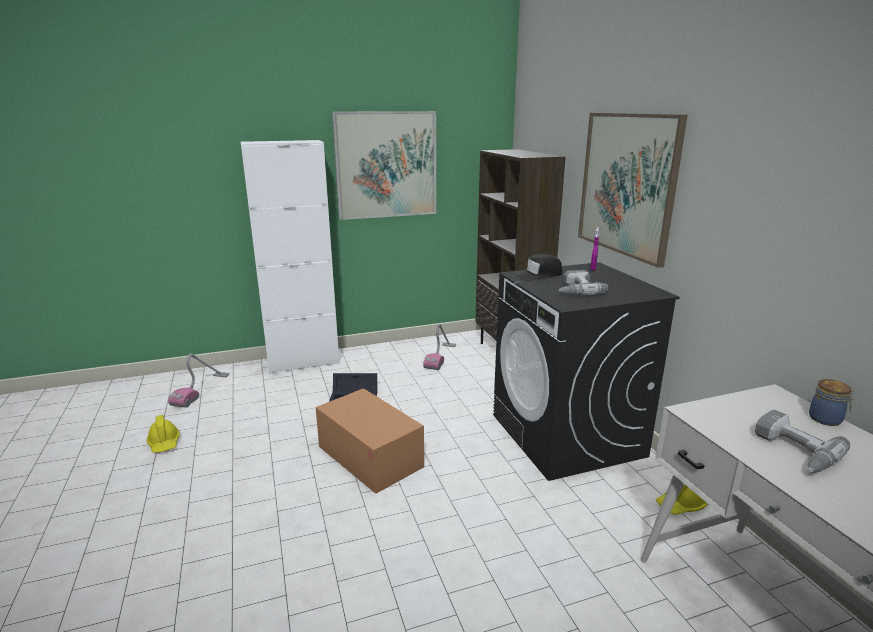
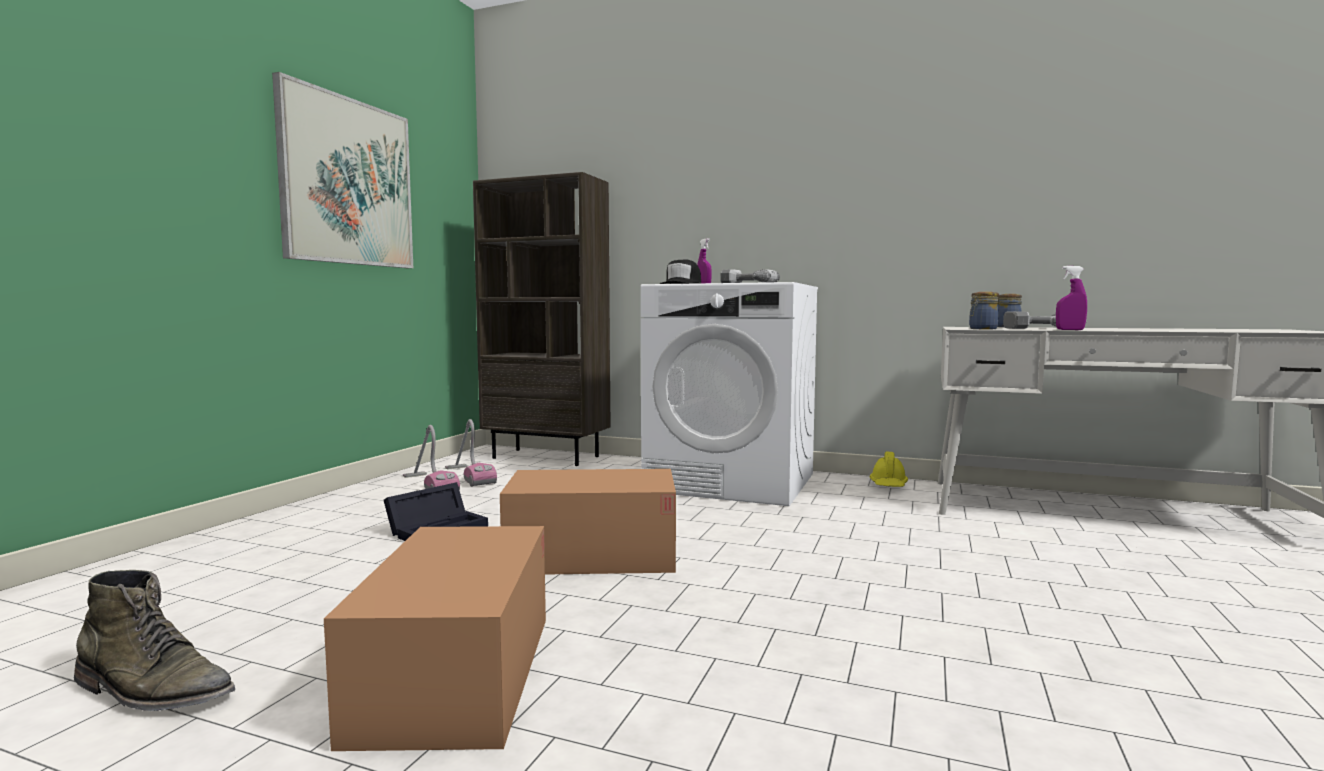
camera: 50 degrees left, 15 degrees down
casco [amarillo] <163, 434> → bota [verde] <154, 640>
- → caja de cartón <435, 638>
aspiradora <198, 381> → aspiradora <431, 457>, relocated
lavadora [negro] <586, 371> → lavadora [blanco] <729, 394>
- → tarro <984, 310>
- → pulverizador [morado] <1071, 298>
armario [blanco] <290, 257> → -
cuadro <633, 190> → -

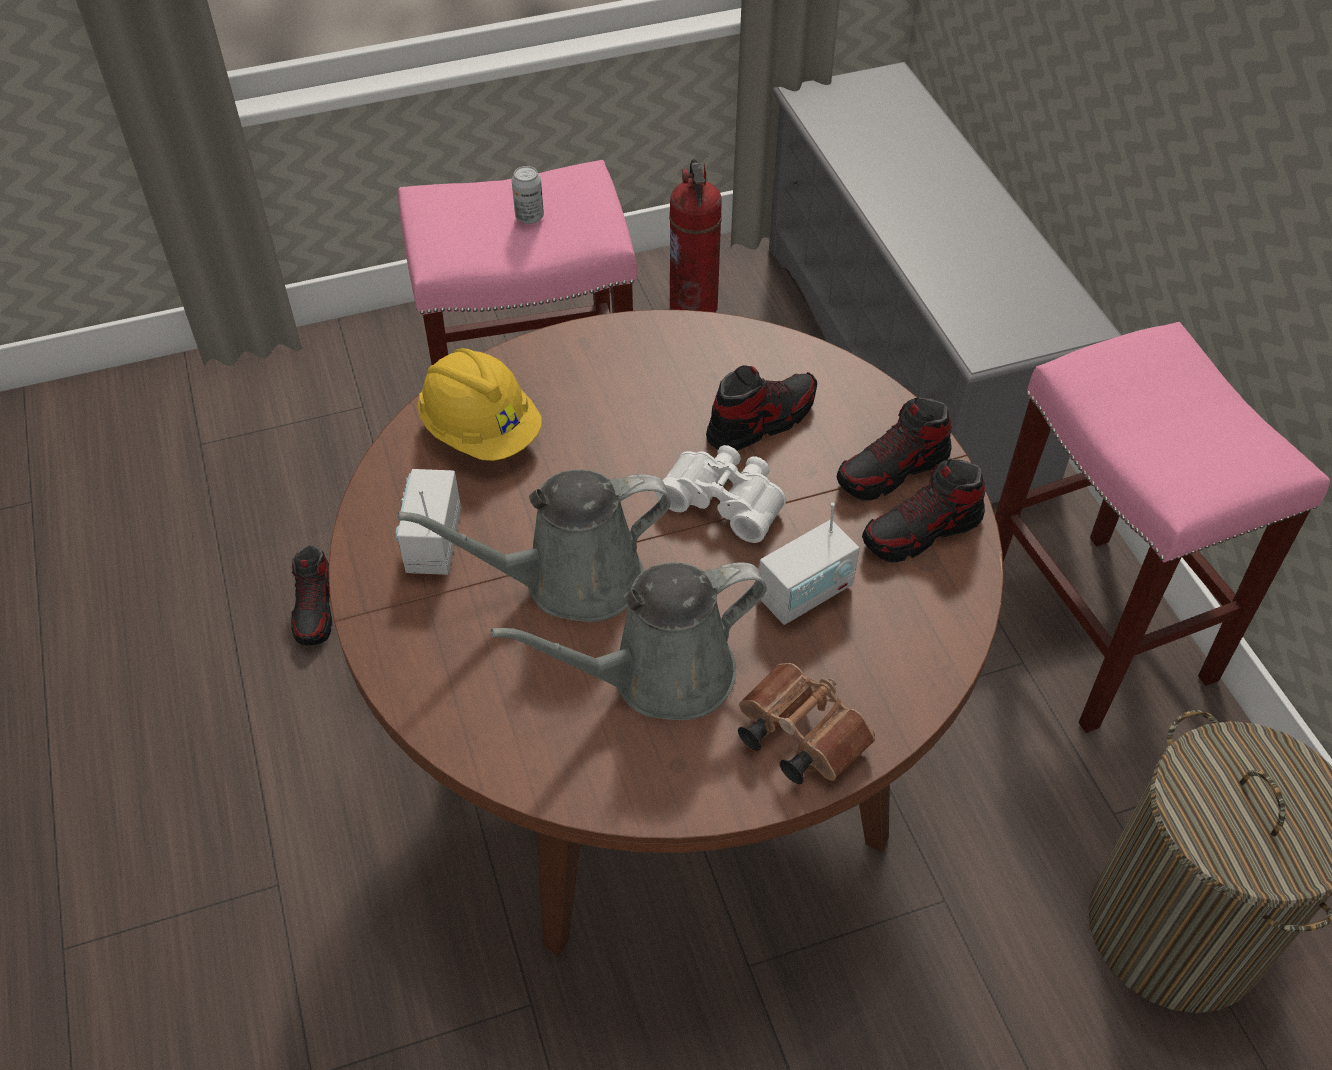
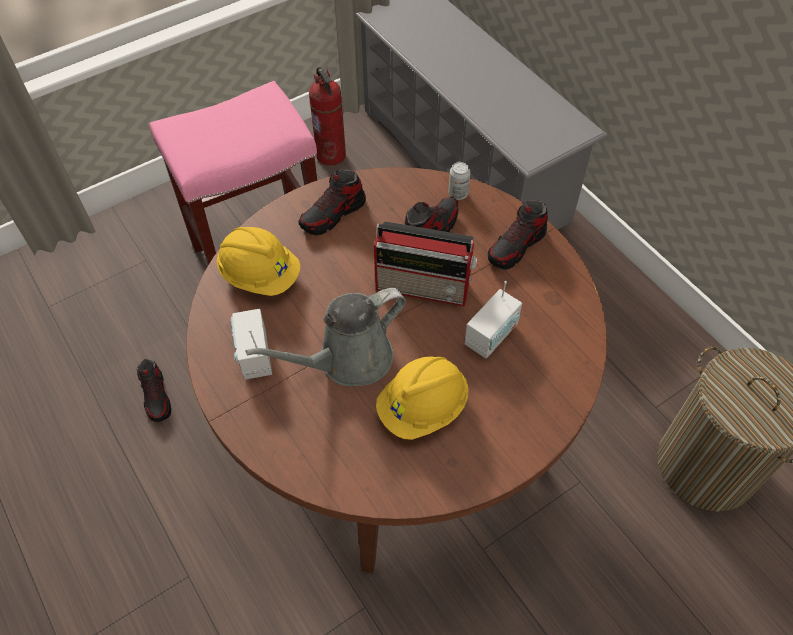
camera: 15 degrees left, 5 degrees up
zapato <923, 510> → zapato <332, 202>, relocated
prismáticos [blanco] <721, 494> → radio <425, 263>
regadera [gris] <629, 641> → casco [amarillo] <422, 398>
lata <528, 195> → lata <460, 181>, relocated
prismáticos [marrón] <806, 723> → -
taburete [rosa] <1162, 527> → -

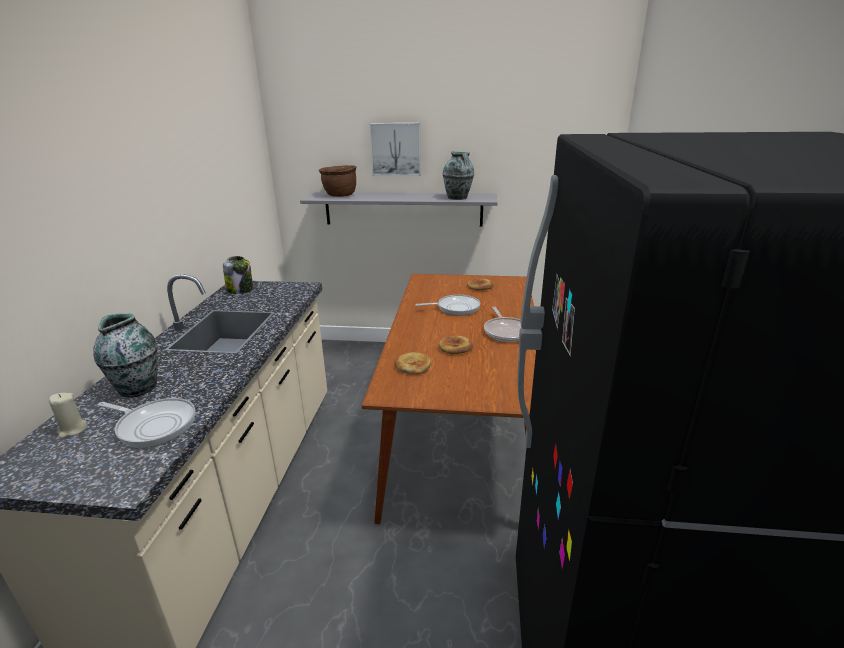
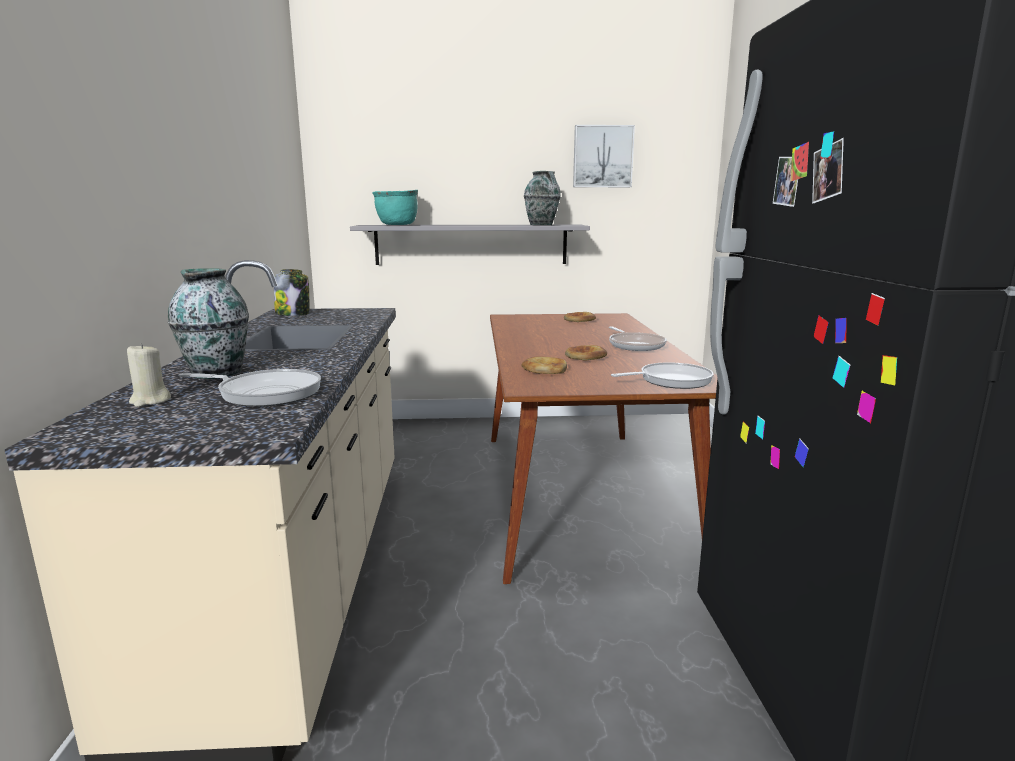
camera: 10 degrees left, 10 degrees down
olla [marrón] <337, 181> → olla [turquesa] <395, 207>
cuadro <395, 149> → cuadro <604, 156>, relocated
sartén <447, 305> → sartén <662, 375>, relocated

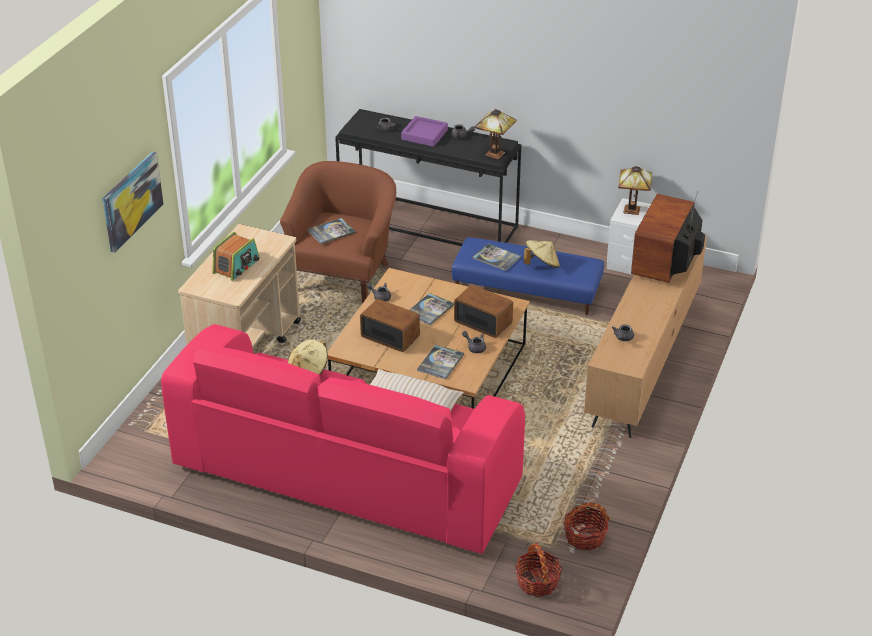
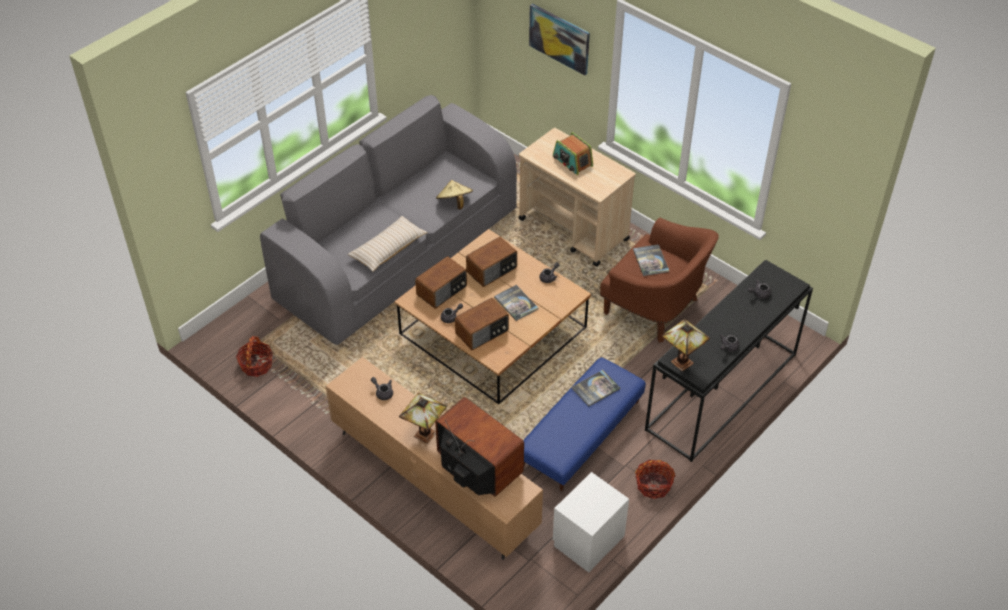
camera: 110 degrees right, 10 degrees up
sofá [rosa] <343, 439> → sofá [gris] <388, 220>
lámpara de mesa <635, 190> → lámpara de mesa <423, 418>, relocated
libro <440, 362> → radio <441, 282>
cesta <538, 569> → cesta <655, 479>, relocated
bandeja [morado] <424, 131> → -
sombrero [beis] <541, 254> → -

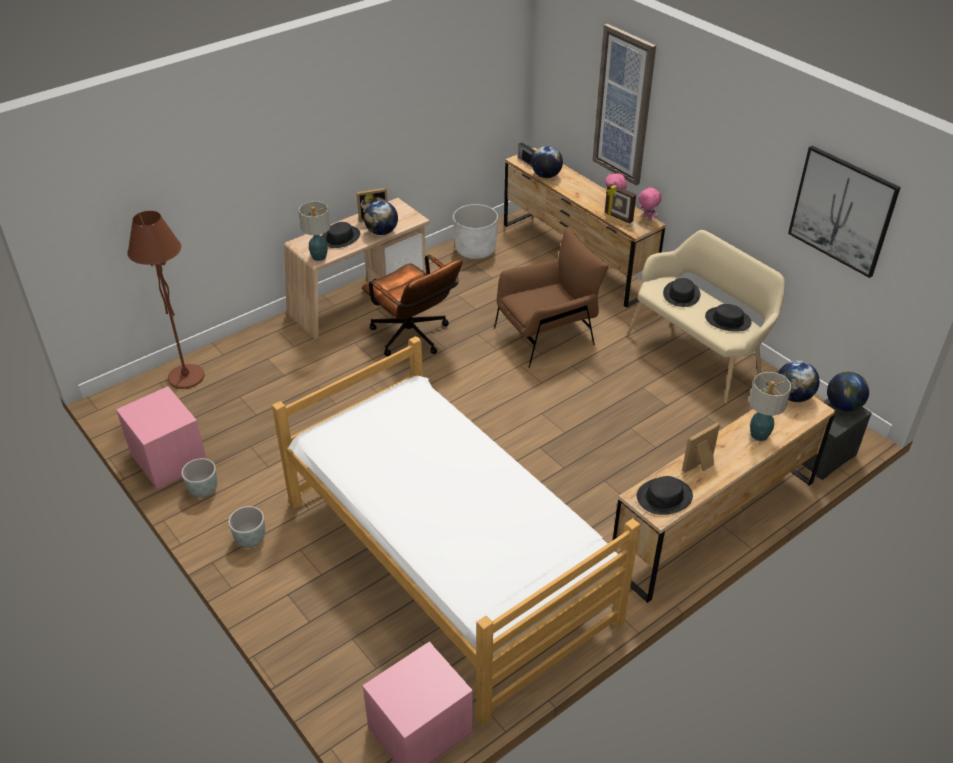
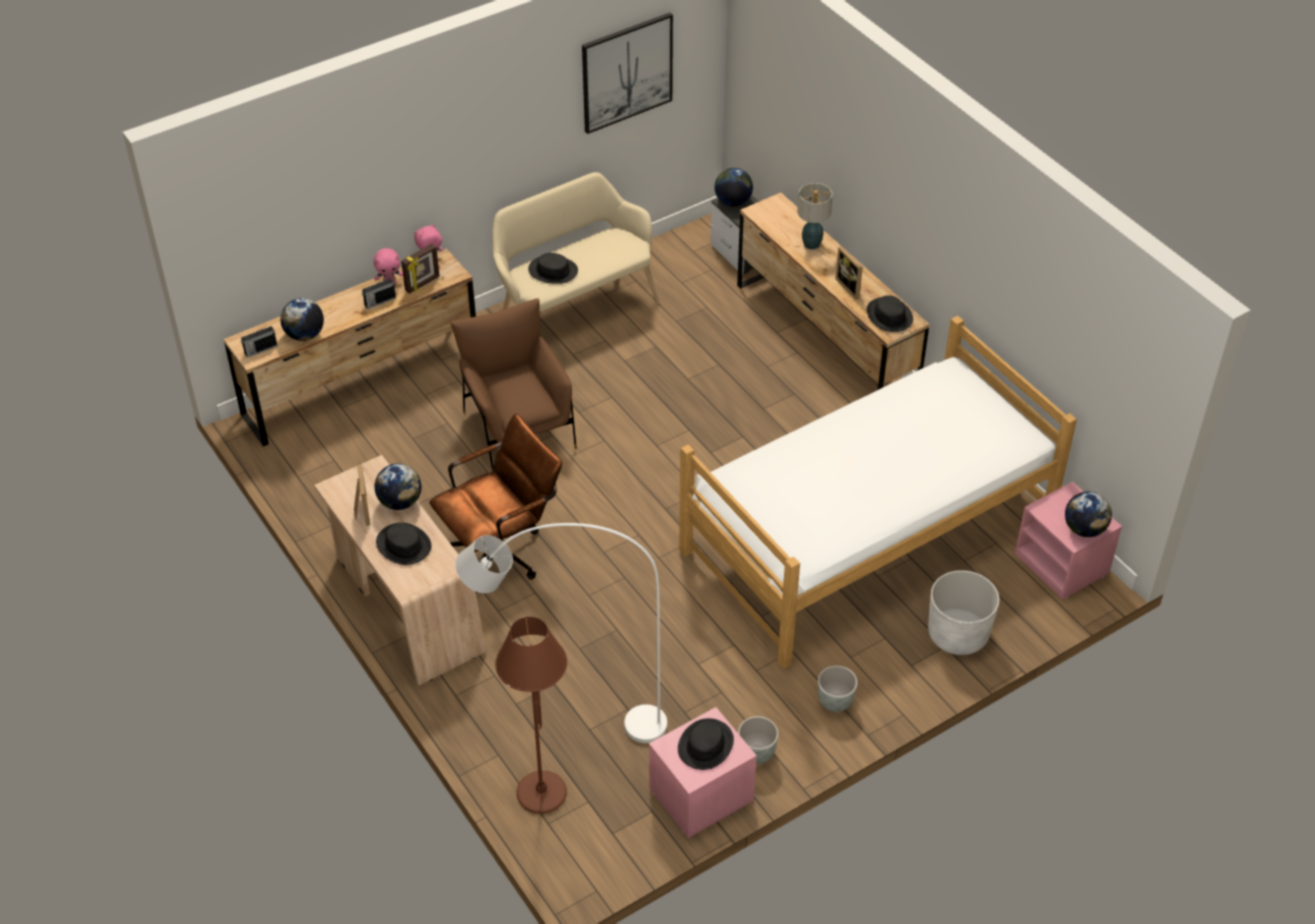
camera: 85 degrees left, 5 degrees up
- → radio <379, 293>
- → lámpara de pie [blanco] <561, 633>
sombrero [negro] <728, 318> → sombrero [negro] <706, 744>, relocated
maceta [blanco] <475, 231> → maceta [blanco] <963, 612>, relocated
globo terráqueo <799, 381> → globo terráqueo <1088, 514>, relocated
lámpara de mesa <314, 231> → -
cuadro <624, 104> → -

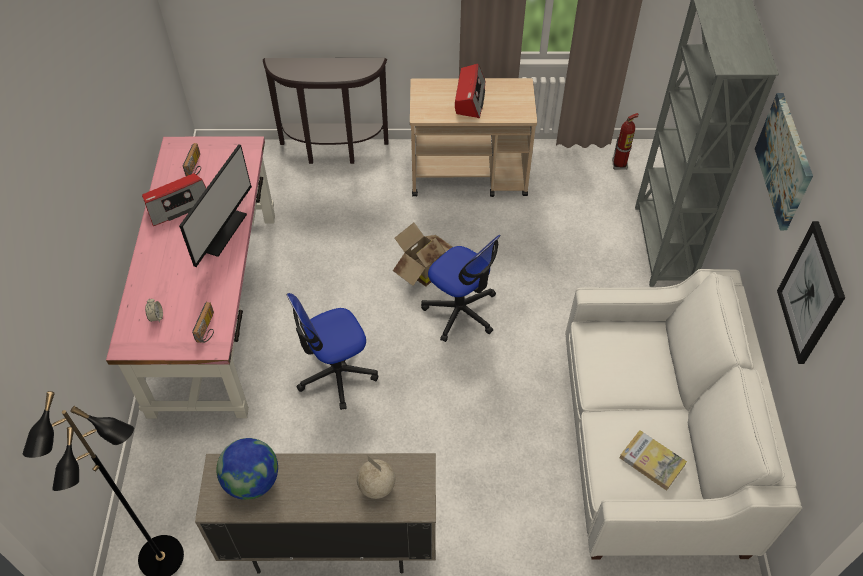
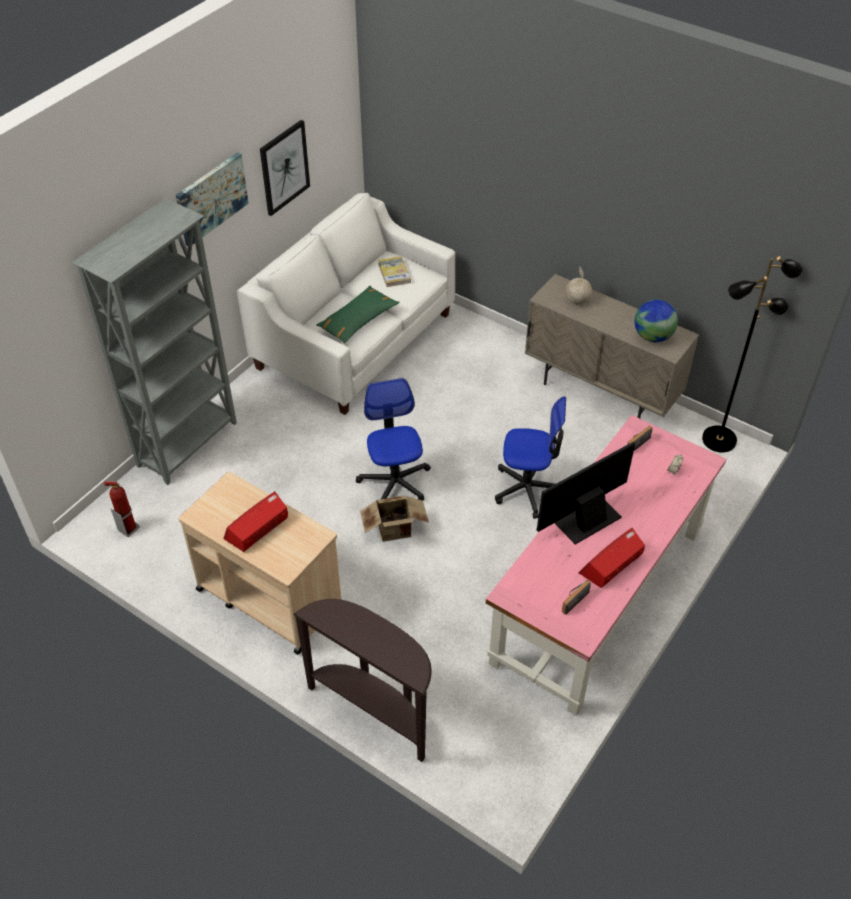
camera: 145 degrees left, 5 degrees down
- → cojín [verde] <357, 315>
radio <174, 199> → radio <611, 558>, 45 degrees counterclockwise

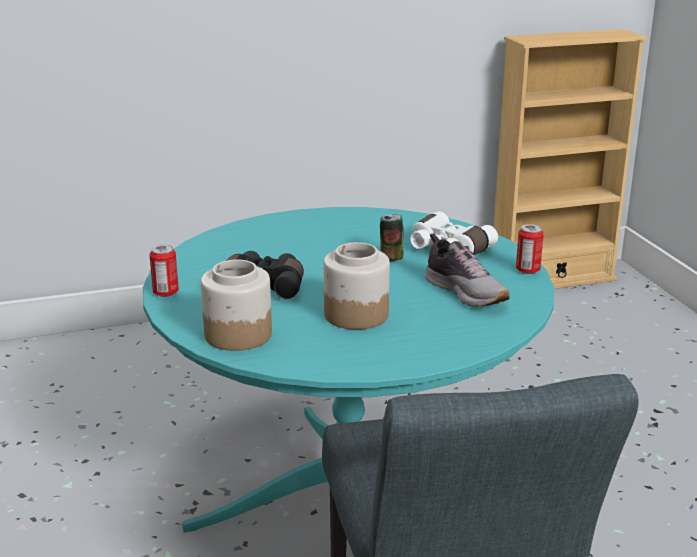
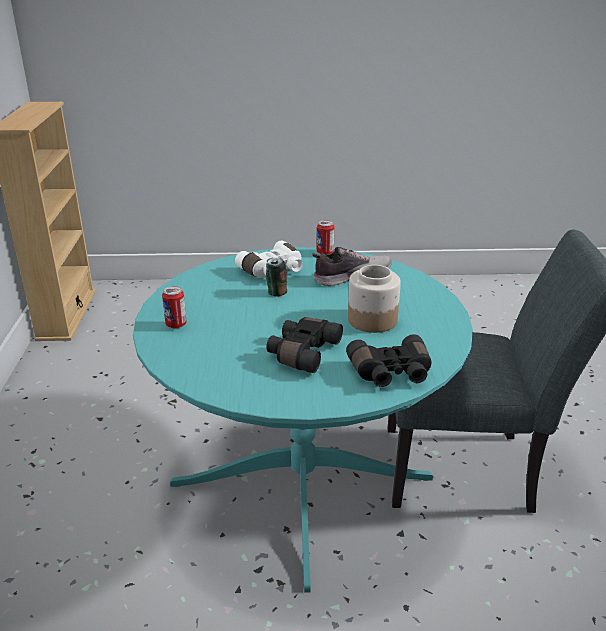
camera: 75 degrees left, 5 degrees up
lata <164, 270> → lata <174, 307>, relocated
tarro <236, 305> → prismáticos [negro] <389, 360>

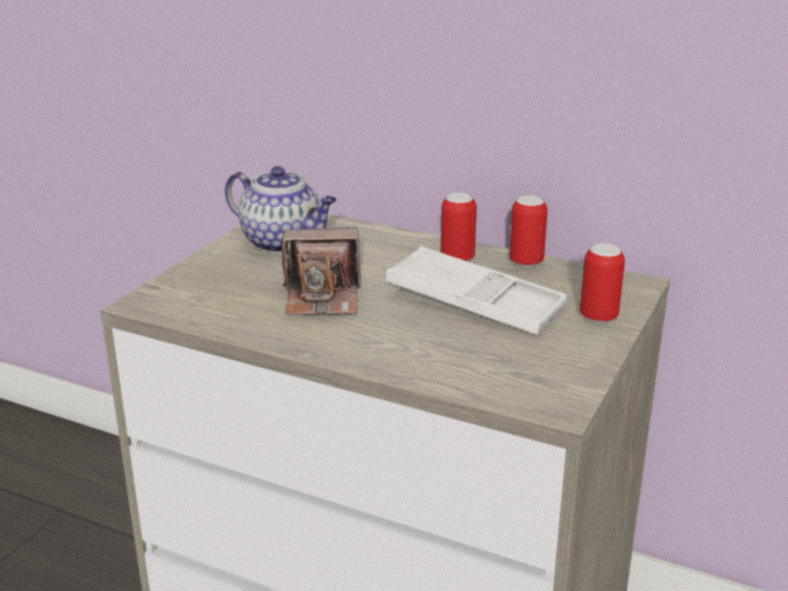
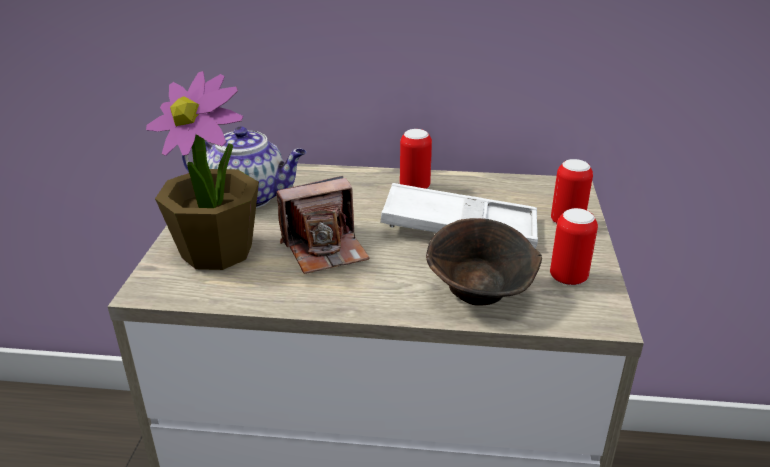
camera: 20 degrees left, 5 degrees up
- → planta en maceta <202, 170>
- → cuenco [marrón] <484, 262>
lata <528, 231> → lata <574, 247>, relocated

